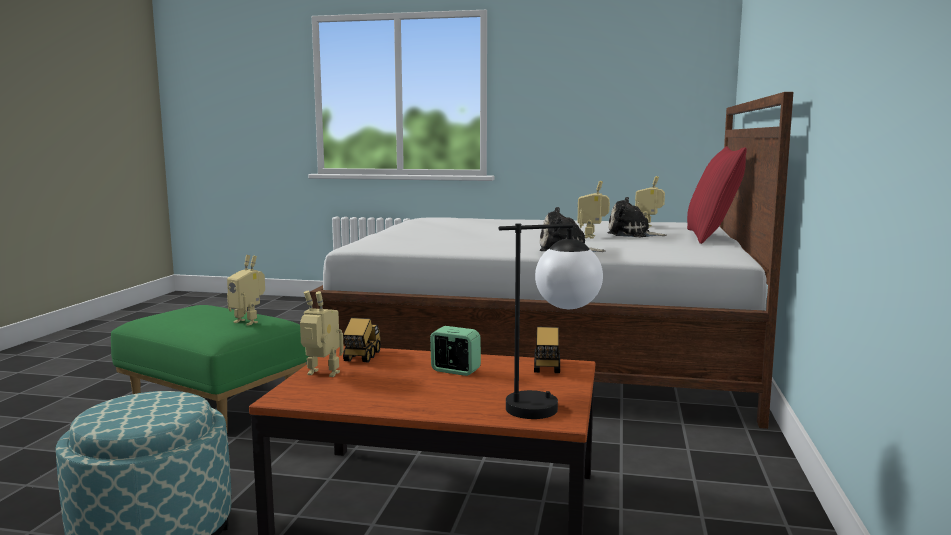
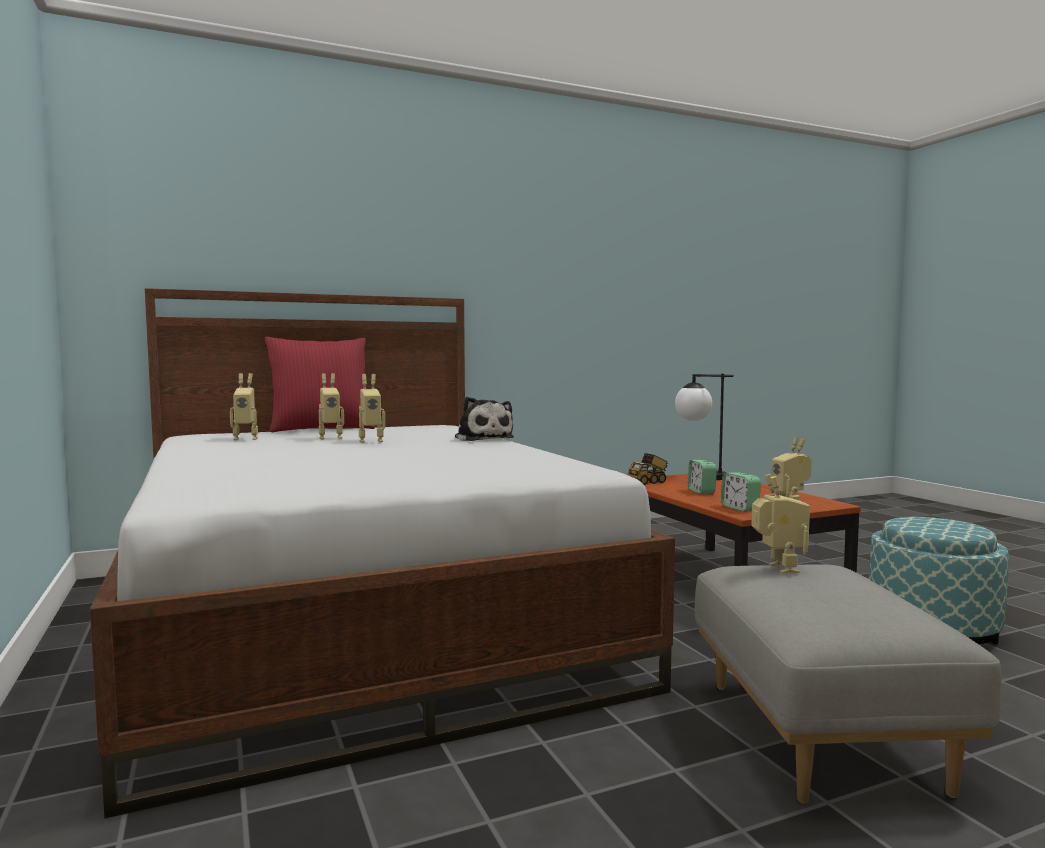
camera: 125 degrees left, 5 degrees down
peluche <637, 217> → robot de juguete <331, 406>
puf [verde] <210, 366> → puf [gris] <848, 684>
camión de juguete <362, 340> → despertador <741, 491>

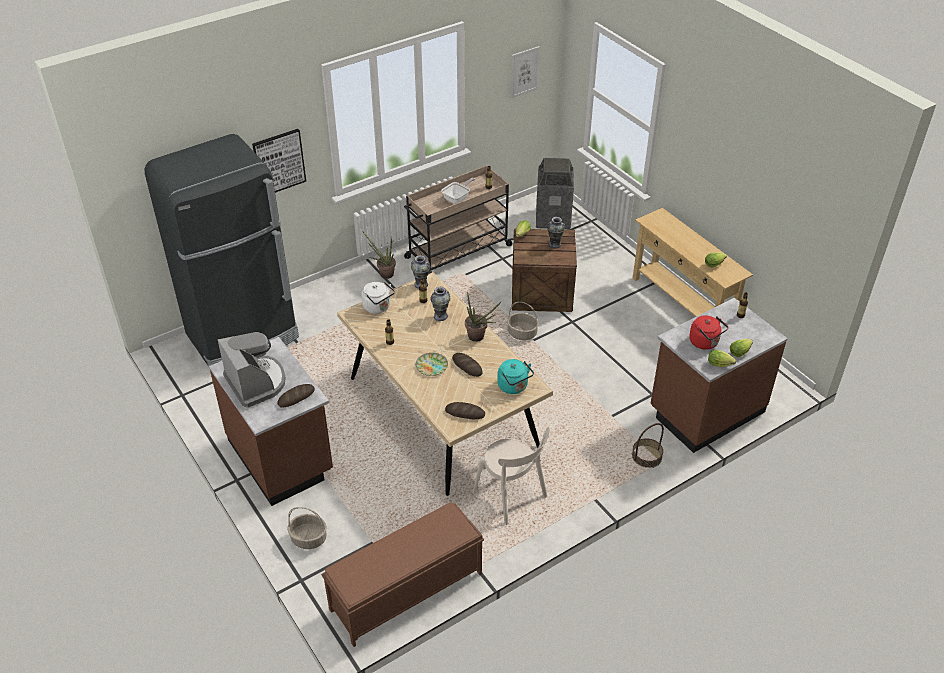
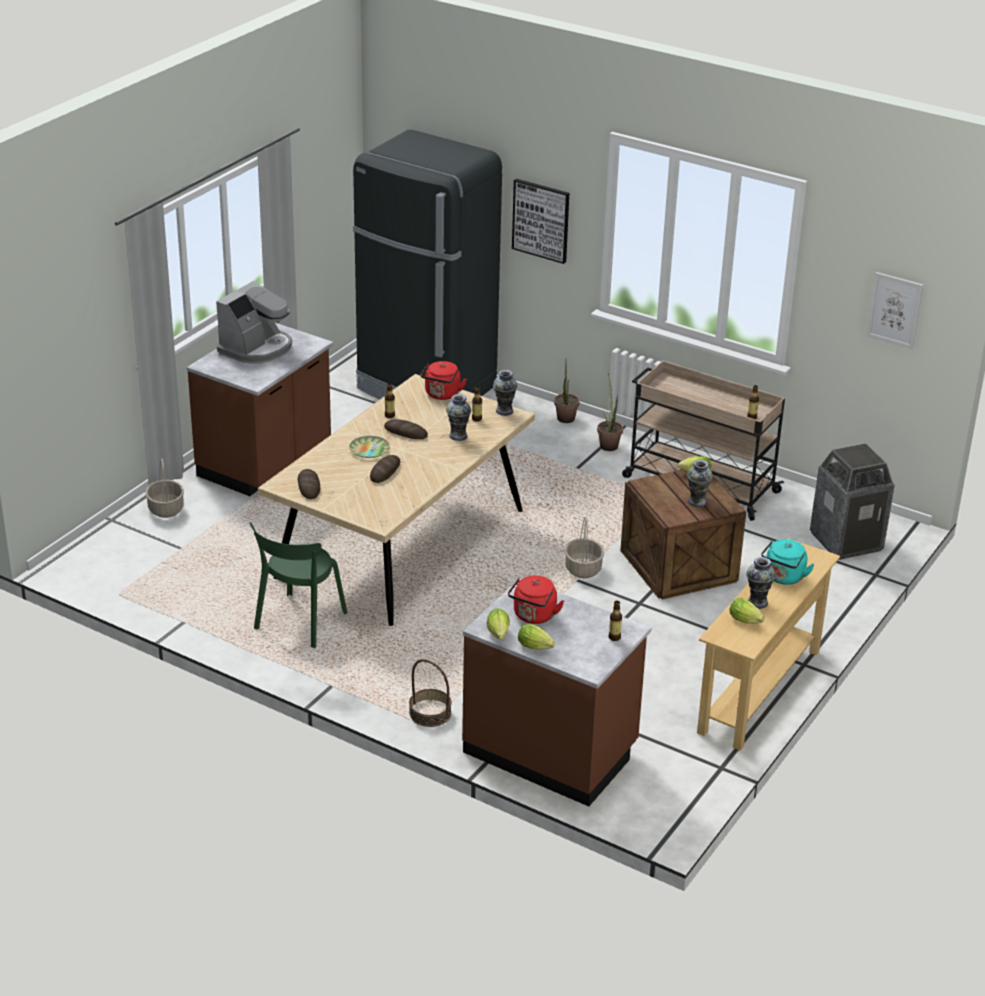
camera: 65 degrees right, 10 degrees down
silla [beis] <511, 476> → silla [verde] <298, 585>
pan <296, 396> → pan <406, 429>, relocated
hervidor [blanco] <378, 298> → hervidor [rojo] <443, 380>
planta en maceta <483, 317> → planta en maceta <567, 392>, relocated
- → florero <760, 583>
hervidor [turquesa] <515, 376> → hervidor [turquesa] <788, 562>, relocated
banco [marrón] <402, 574> → -
sartén <458, 191> → -

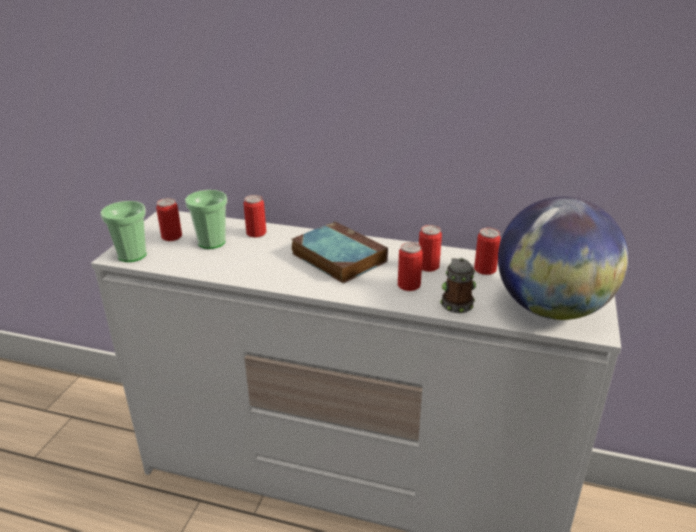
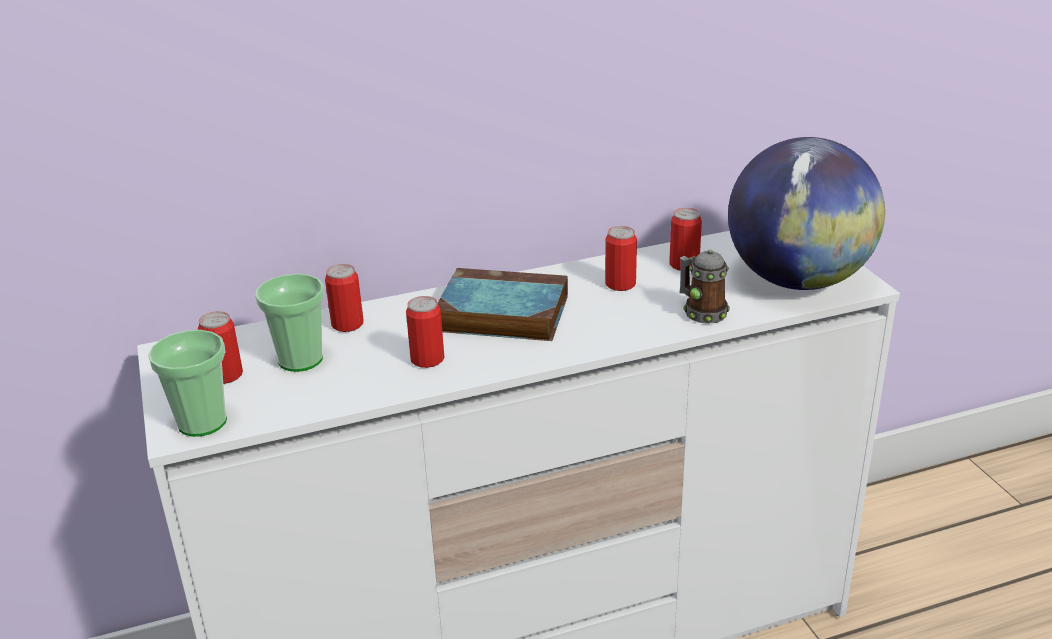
camera: 35 degrees left, 0 degrees up
lata <410, 266> → lata <425, 332>, relocated

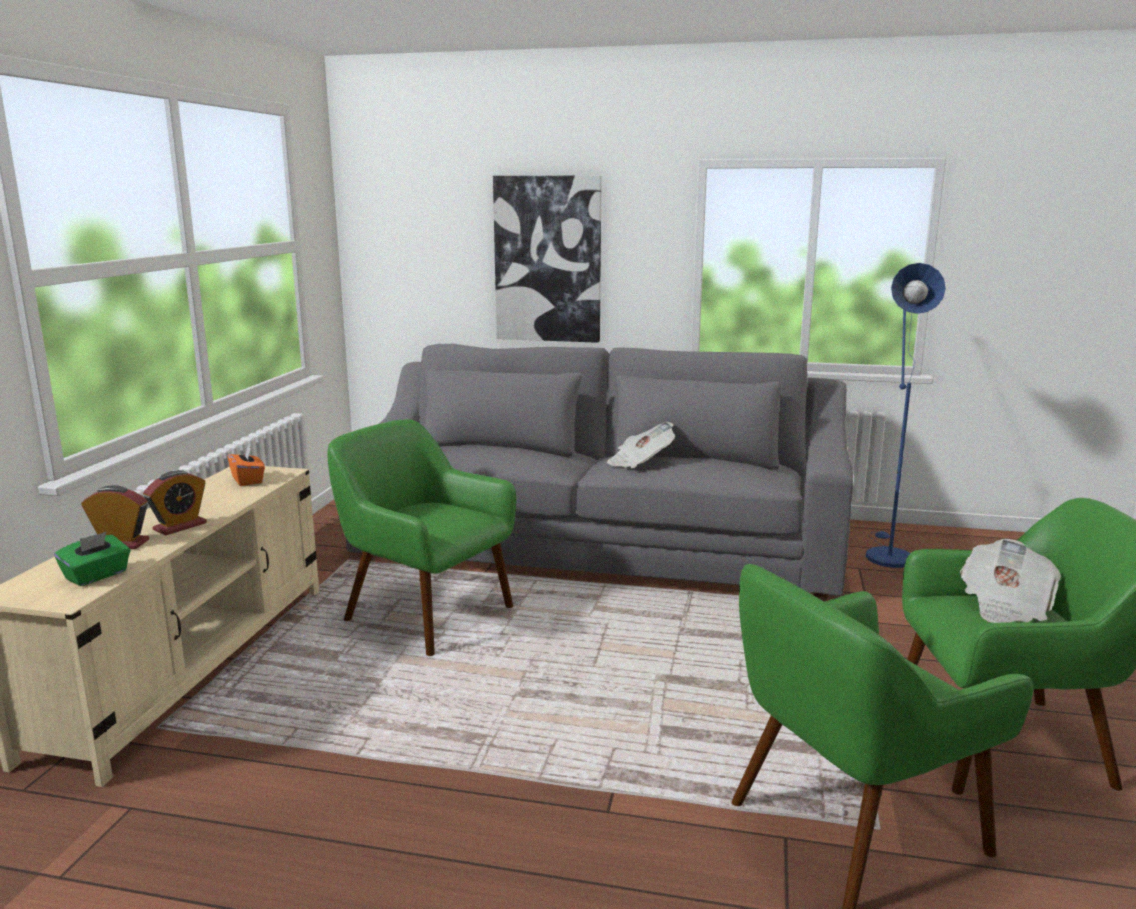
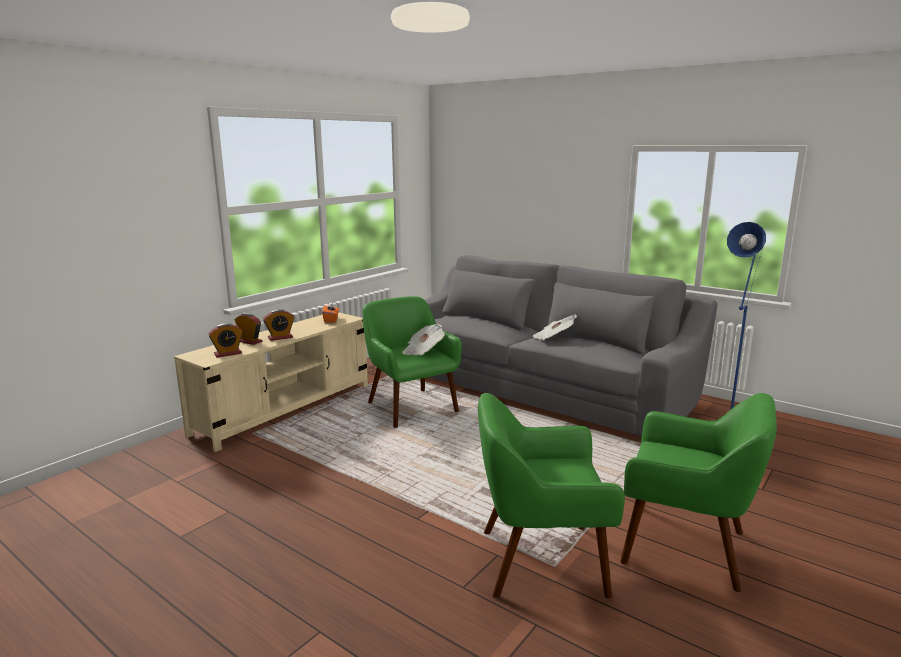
camera: 25 degrees right, 0 degrees up
caja de pañuelos [verde] <92, 559> → despertador <225, 340>
periódico <1010, 581> → periódico <423, 340>, relocated
cuadro <547, 259> → -

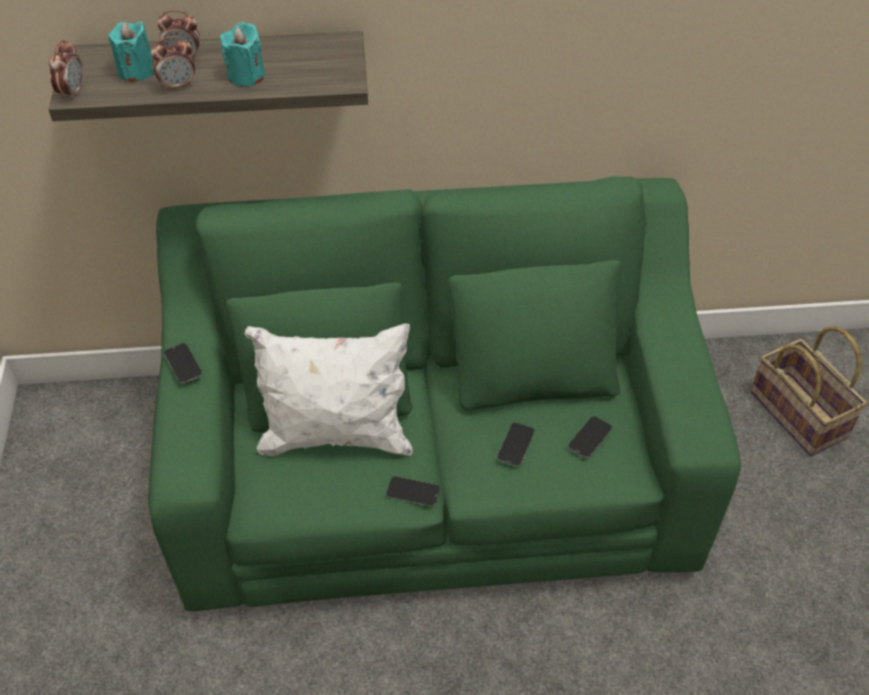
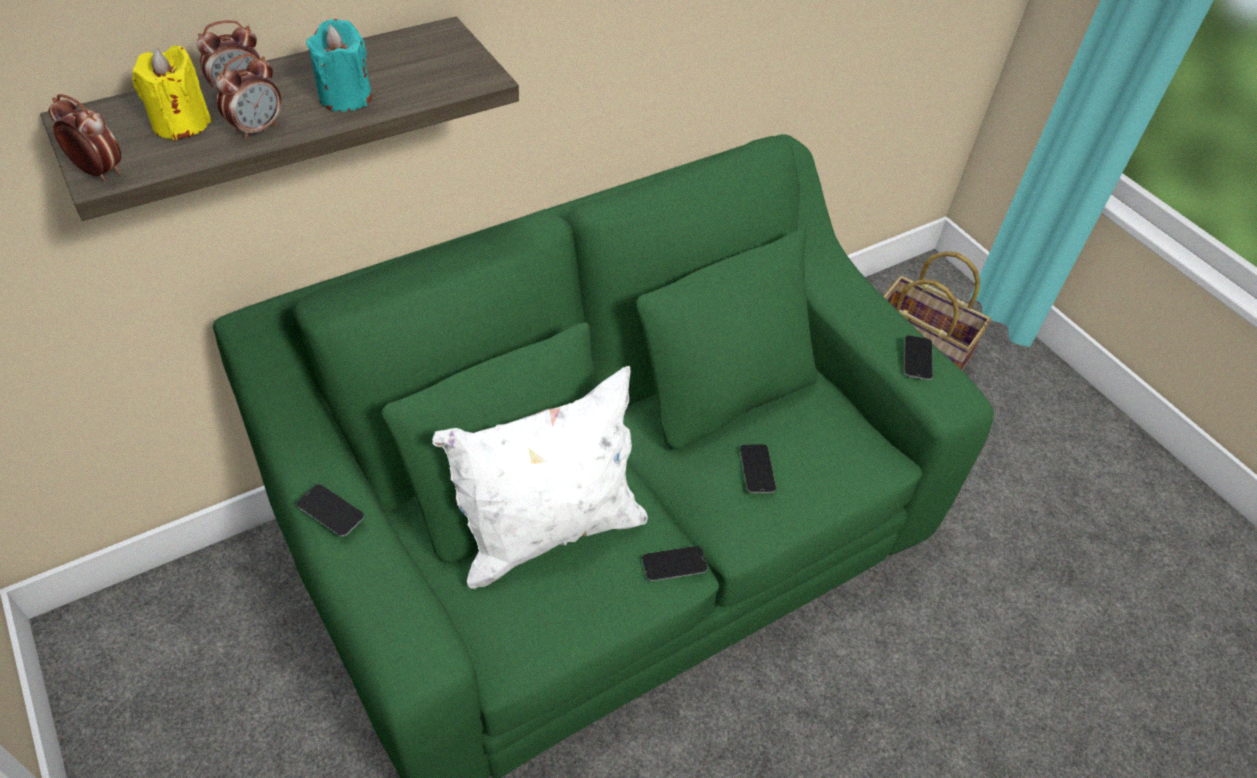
camera: 30 degrees left, 0 degrees up
despertador <66, 70> → despertador <85, 137>, 45 degrees counterclockwise
vela [turquesa] <131, 51> → vela [amarillo] <172, 93>
móvil <590, 437> → móvil <918, 357>, relocated

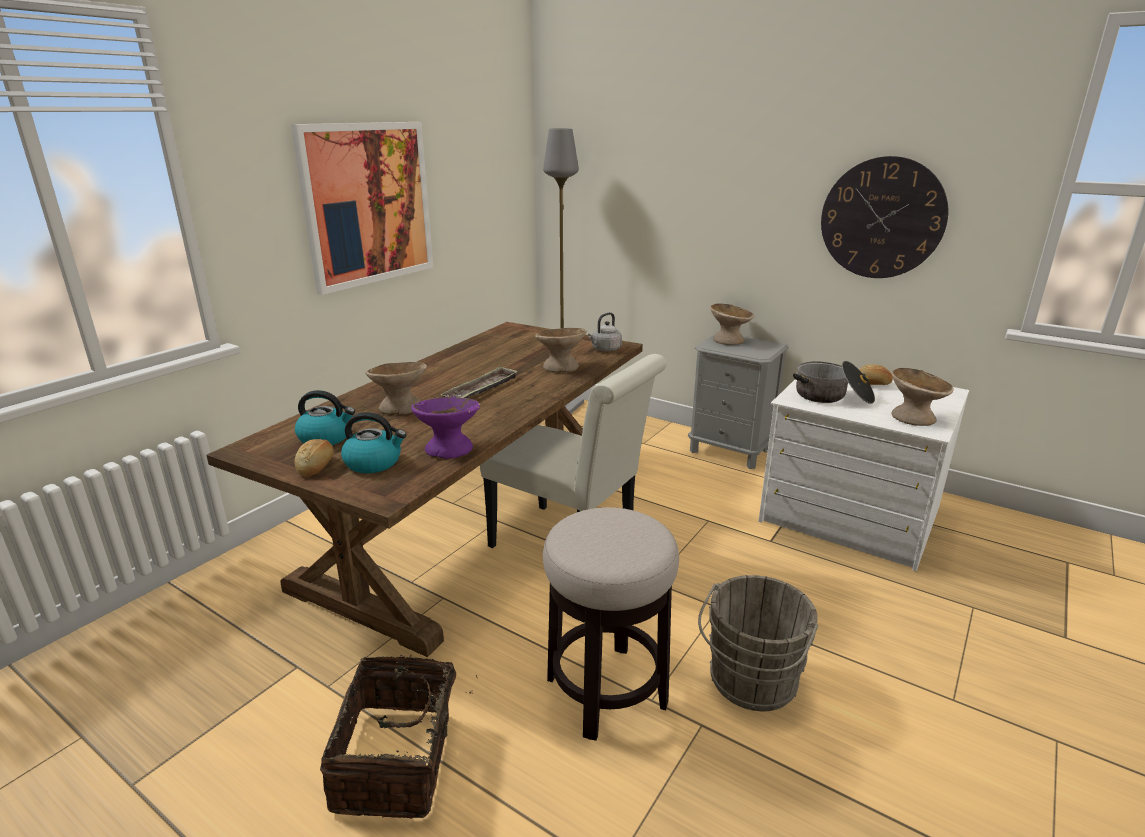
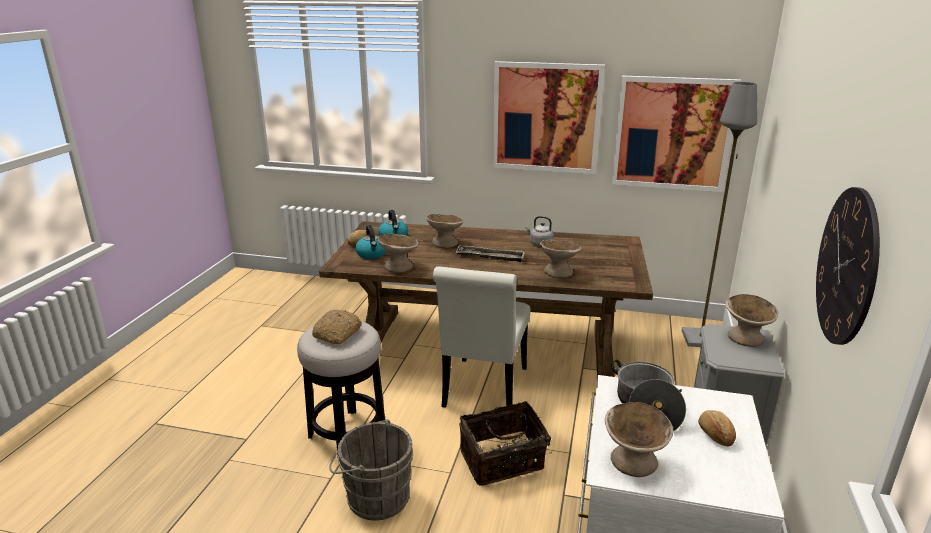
camera: 70 degrees right, 0 degrees up
- → pan <337, 327>
cuenco [morado] <445, 428> → cuenco [beis] <398, 253>
cesta <399, 737> → cesta <505, 443>, relocated
hervidor [gris] <605, 331> → hervidor [gris] <539, 231>, relocated
- → cuadro <676, 134>

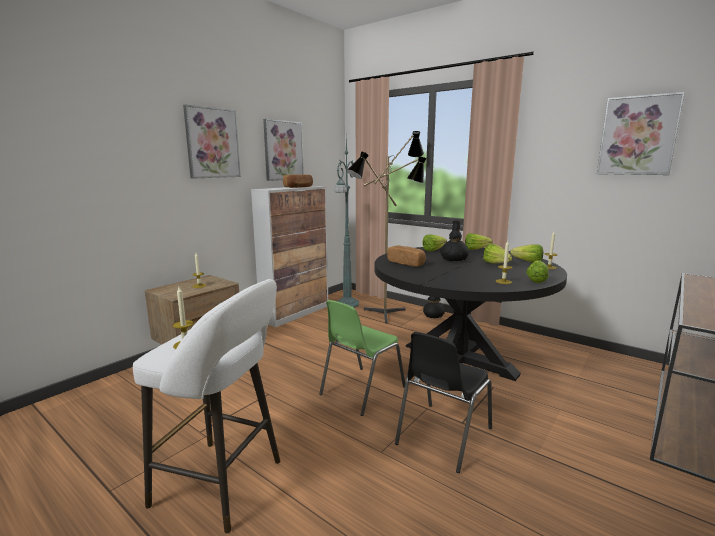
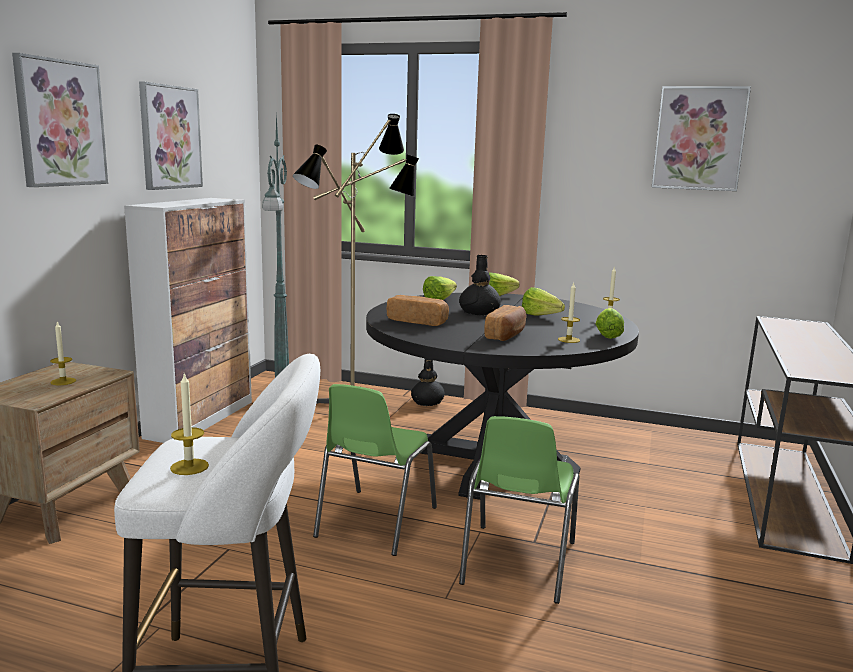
camera: 20 degrees left, 0 degrees up
silla [negro] <443, 402> → silla [verde] <519, 510>
pan <298, 181> → pan <505, 323>, relocated
lechuga <526, 253> → -

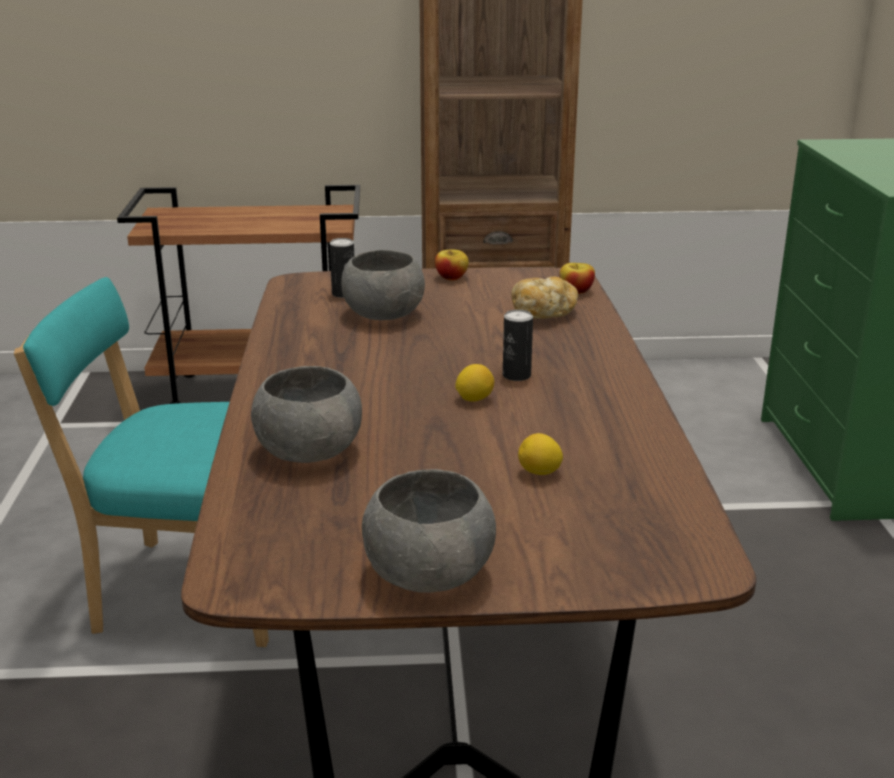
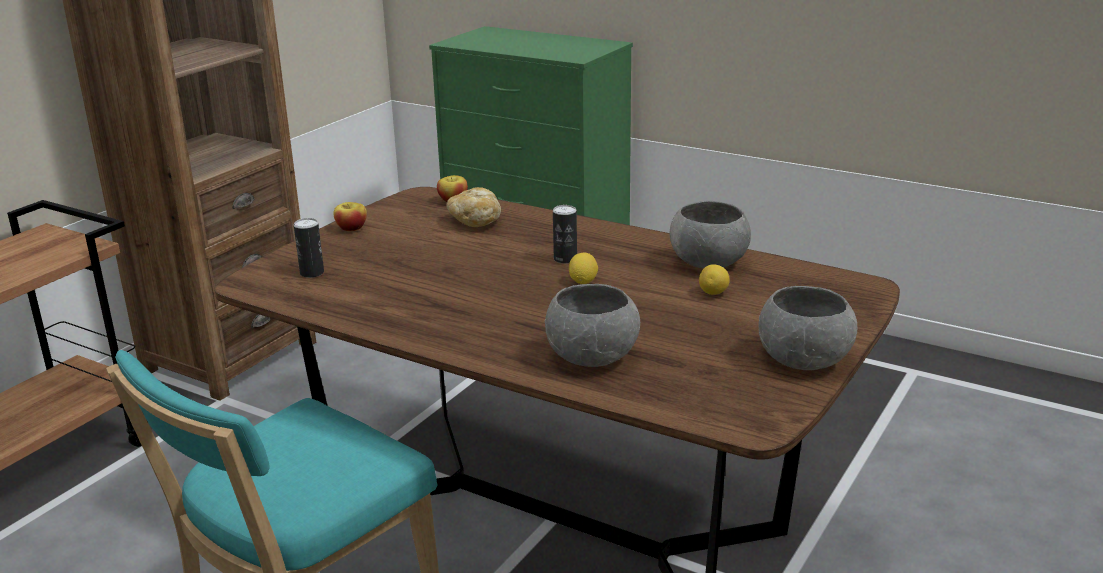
camera: 55 degrees left, 0 degrees up
cuenco [gris] <383, 285> → cuenco [gris] <710, 234>, relocated

